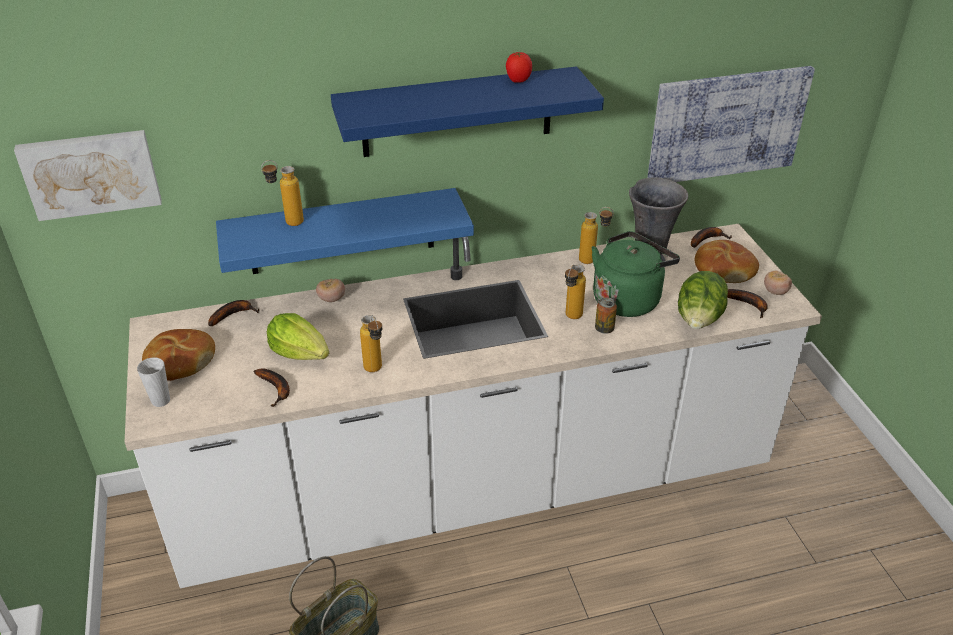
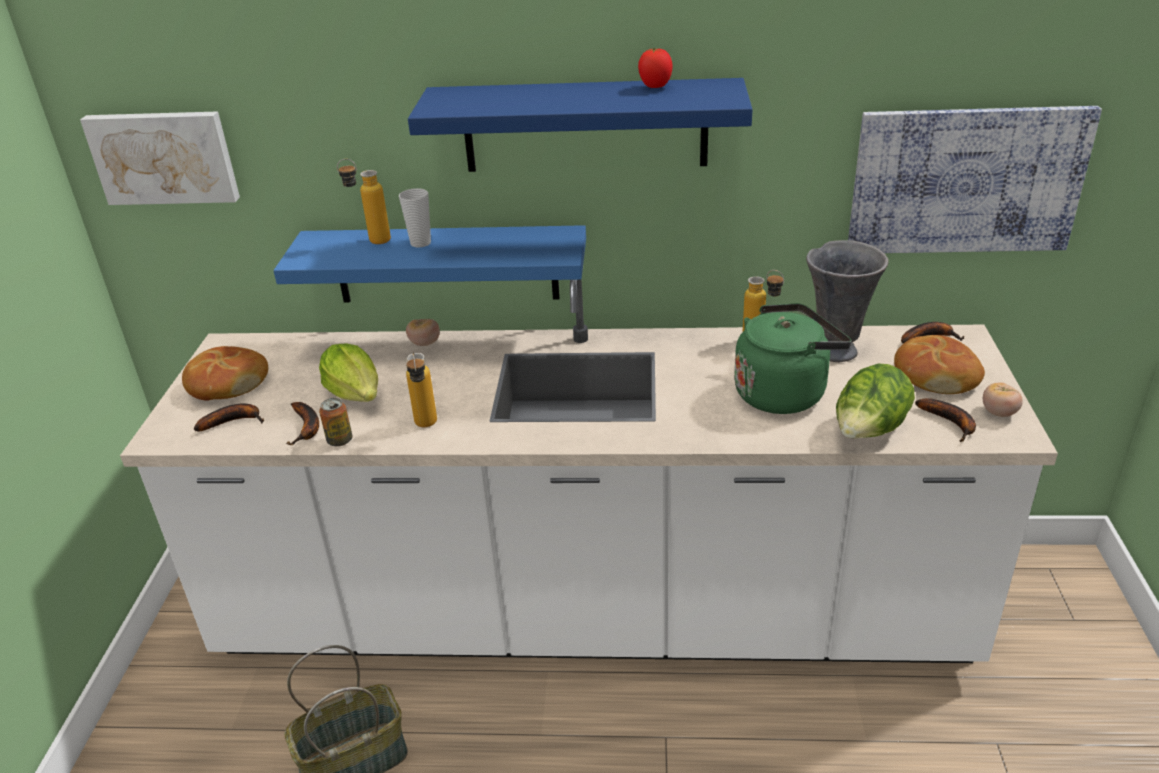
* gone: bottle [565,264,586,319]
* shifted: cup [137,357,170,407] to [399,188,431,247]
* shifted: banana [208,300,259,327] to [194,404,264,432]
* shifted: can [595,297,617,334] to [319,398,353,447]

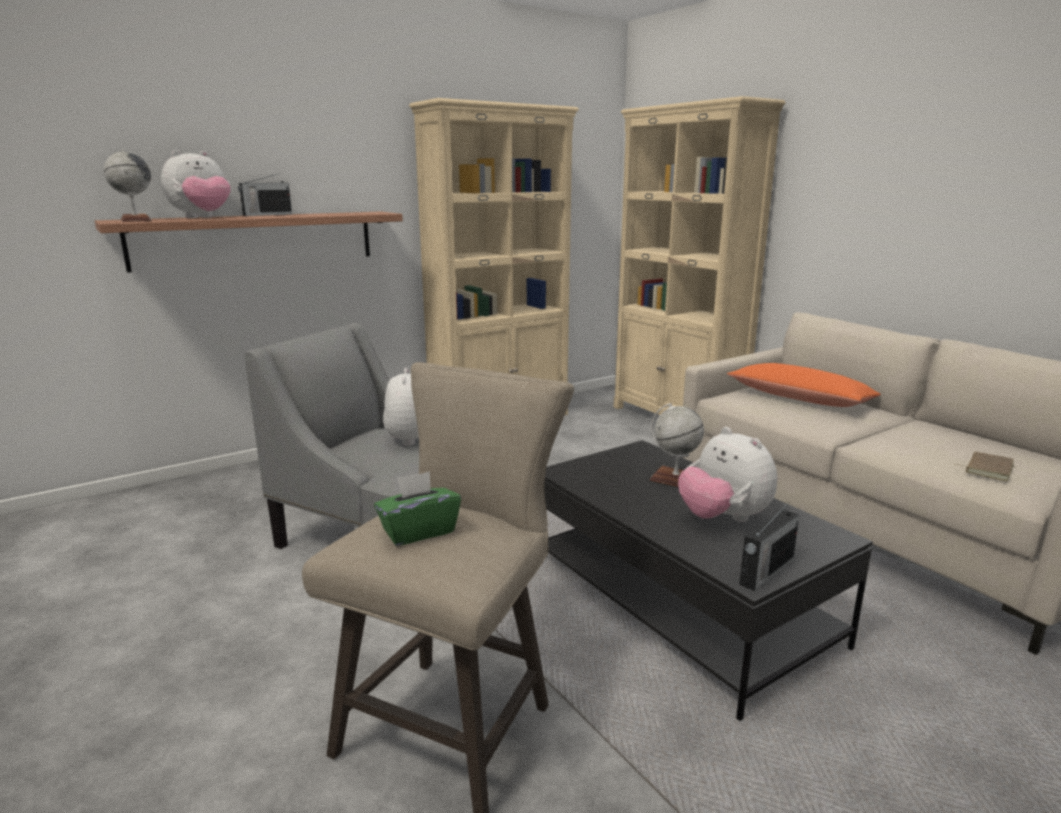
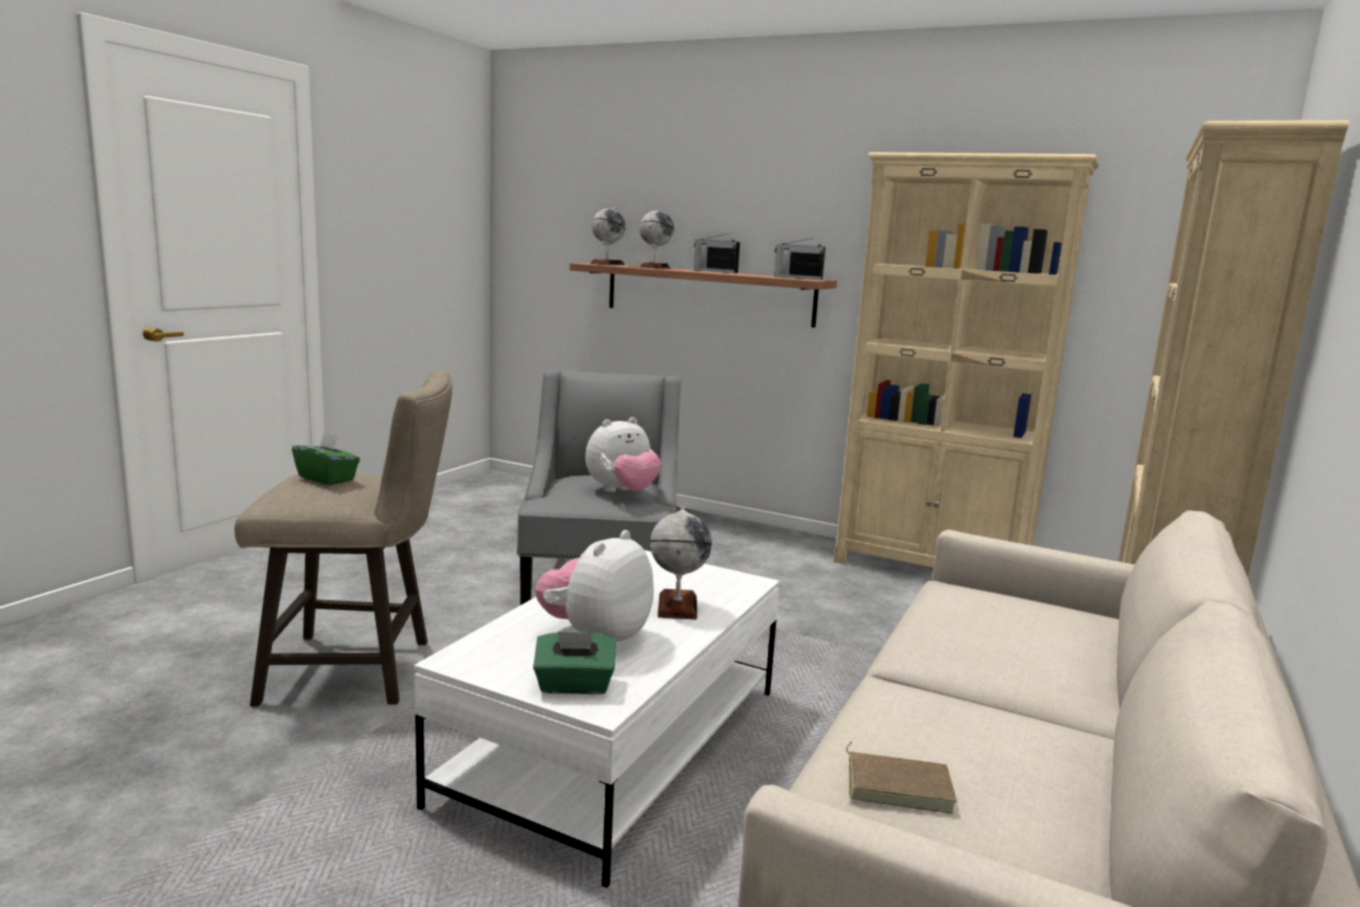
* gone: pillow in orange [727,363,881,407]
* new: tissue box in green [533,631,616,694]
* shifted: radio [739,502,799,592] to [774,237,825,280]
* swapped: plush toy [161,150,230,218] to globe [639,209,674,269]
* repainted: coffee table in black [544,440,873,721] to coffee table in white [414,550,780,888]

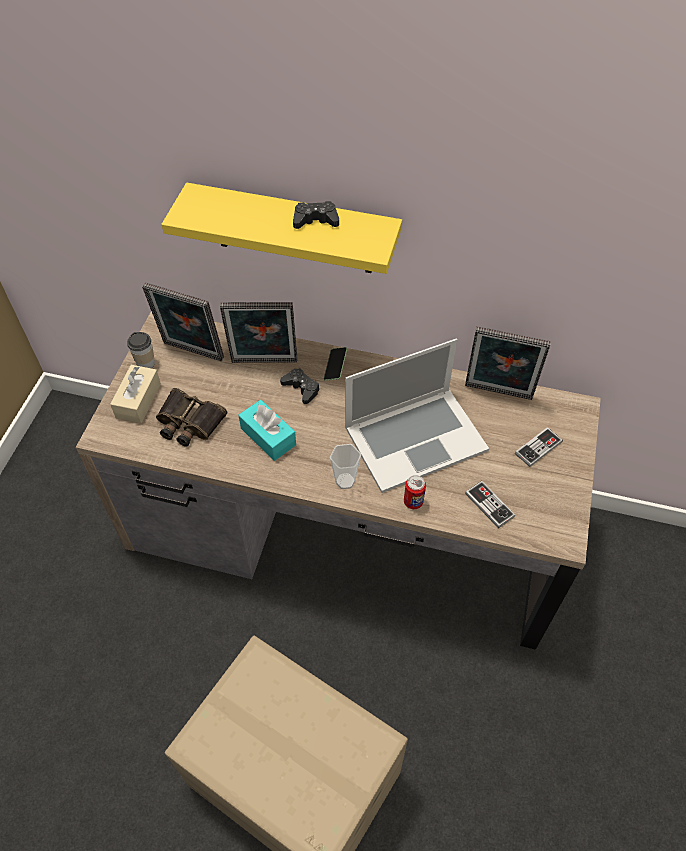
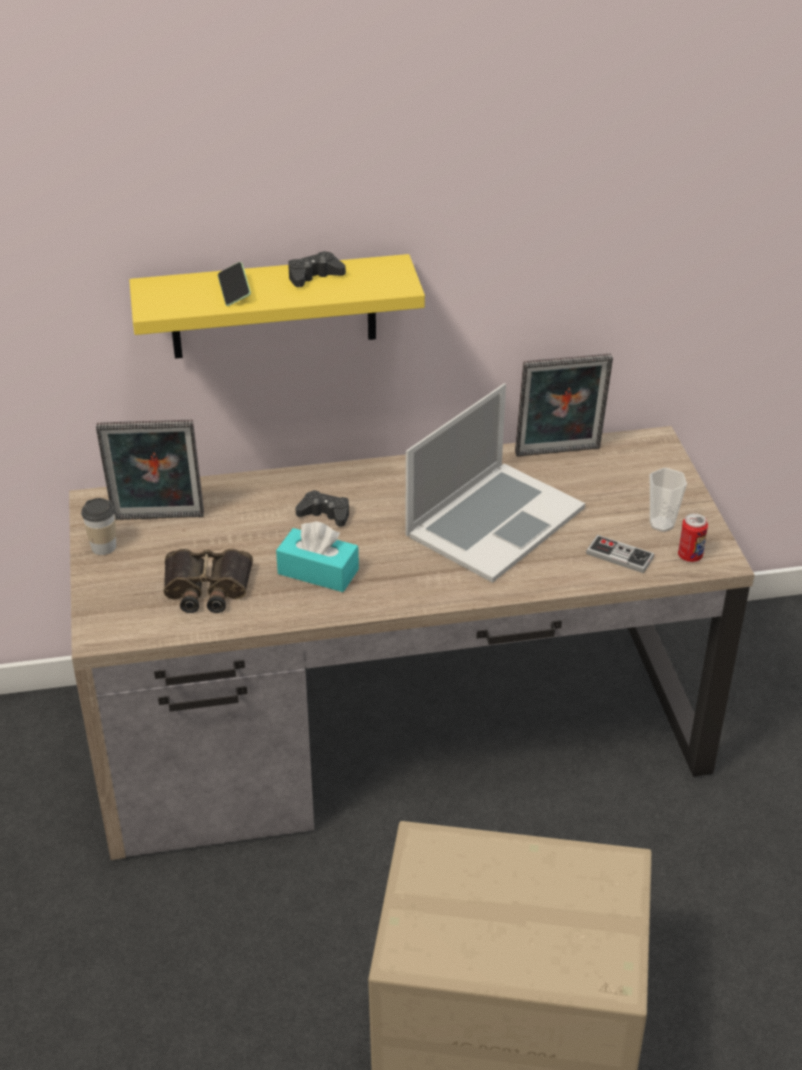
* gone: tissue box in beige [110,365,161,423]
* gone: picture frame [220,302,297,363]
* gone: game controller [515,427,563,467]
* shifted: phone [324,347,347,381] to [218,262,251,306]
* shifted: cup [330,444,361,489] to [650,468,687,532]
* shifted: can [404,475,426,509] to [678,513,708,562]

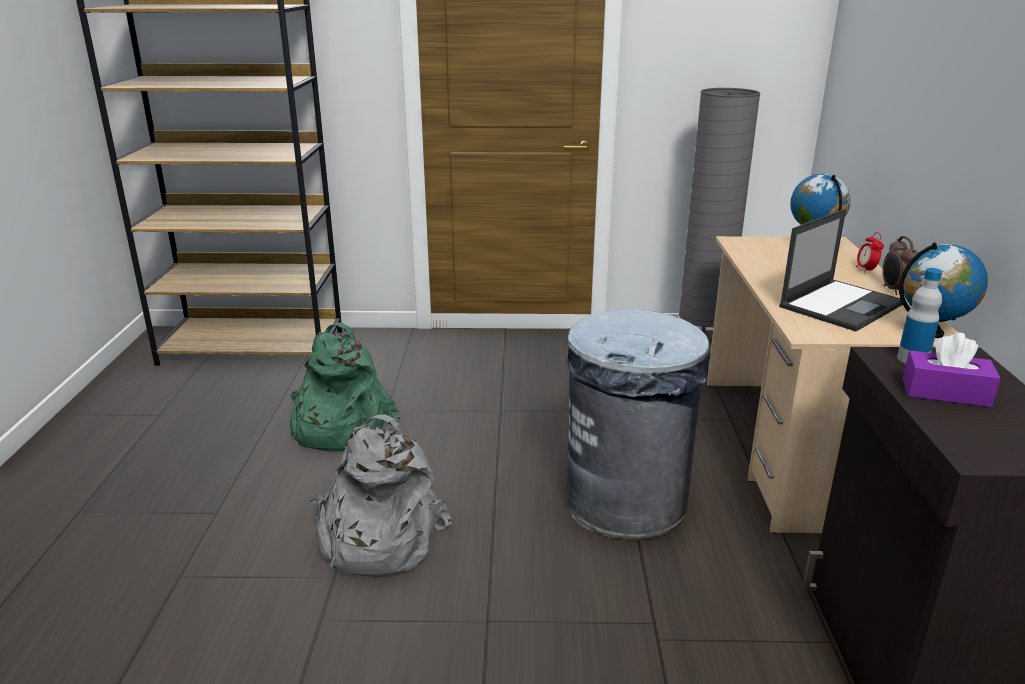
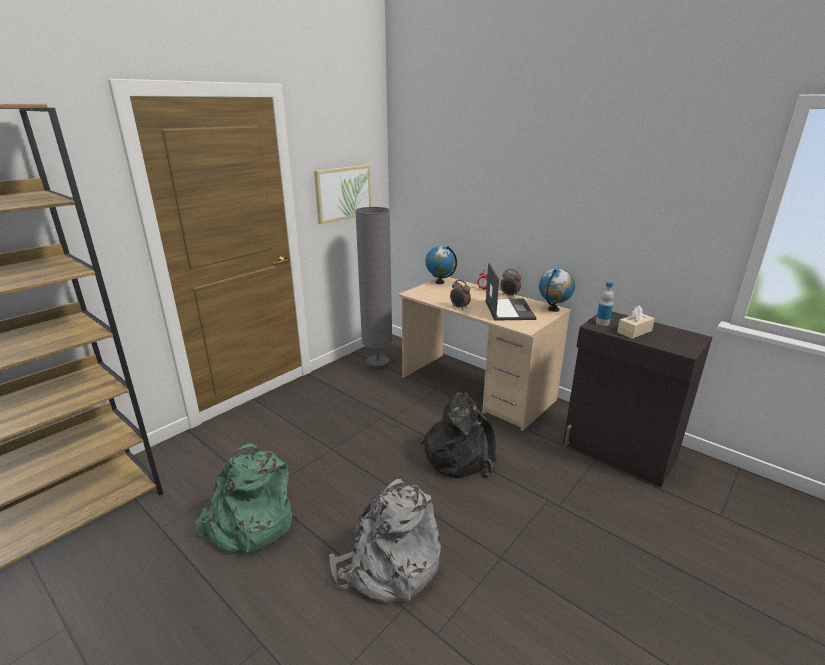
* new: picture [314,164,371,224]
* new: alarm clock [450,280,471,310]
* swapped: trash can in grey [567,310,711,540] to backpack in black [420,391,496,478]
* repainted: tissue box in purple [903,333,1001,407] to tissue box in beige [617,306,655,339]

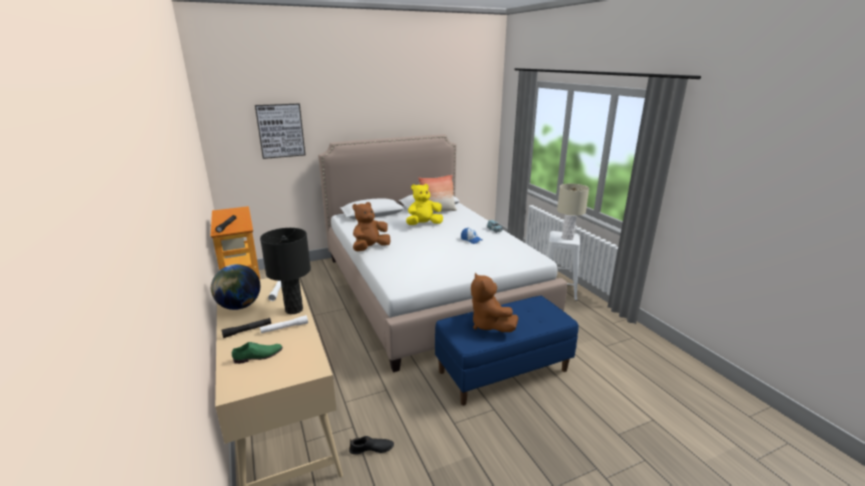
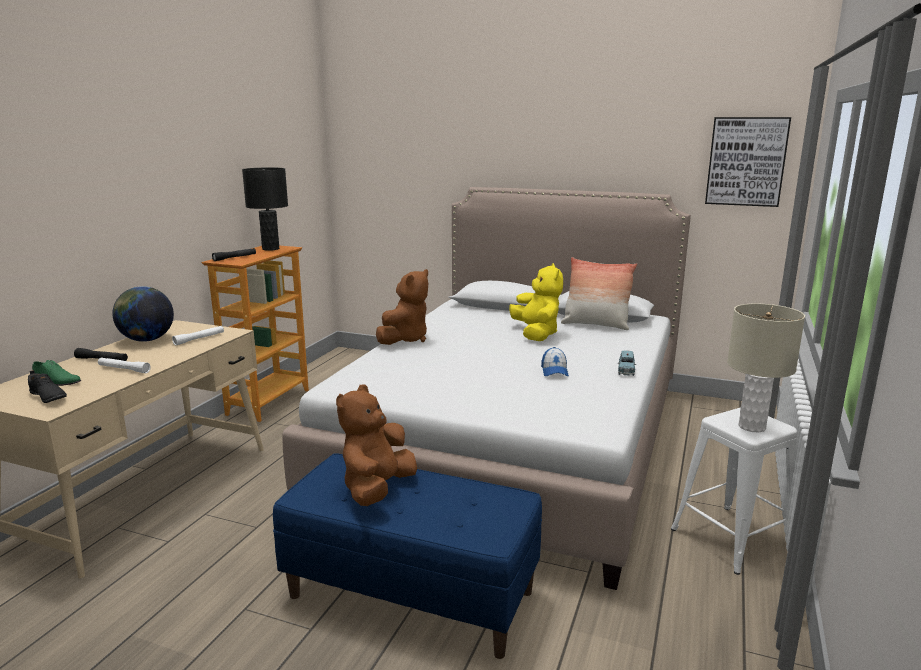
* shifted: picture [255,103,305,159] to [705,117,791,207]
* shifted: table lamp in black [260,228,311,314] to [242,167,288,251]
* shifted: shoe in black [349,436,394,454] to [28,370,67,403]
* rotated: plush toy in brown [353,202,390,252] = [376,269,428,345] 120 degrees clockwise
* rotated: plush toy in yellow [406,184,443,225] = [509,263,563,341] 60 degrees clockwise

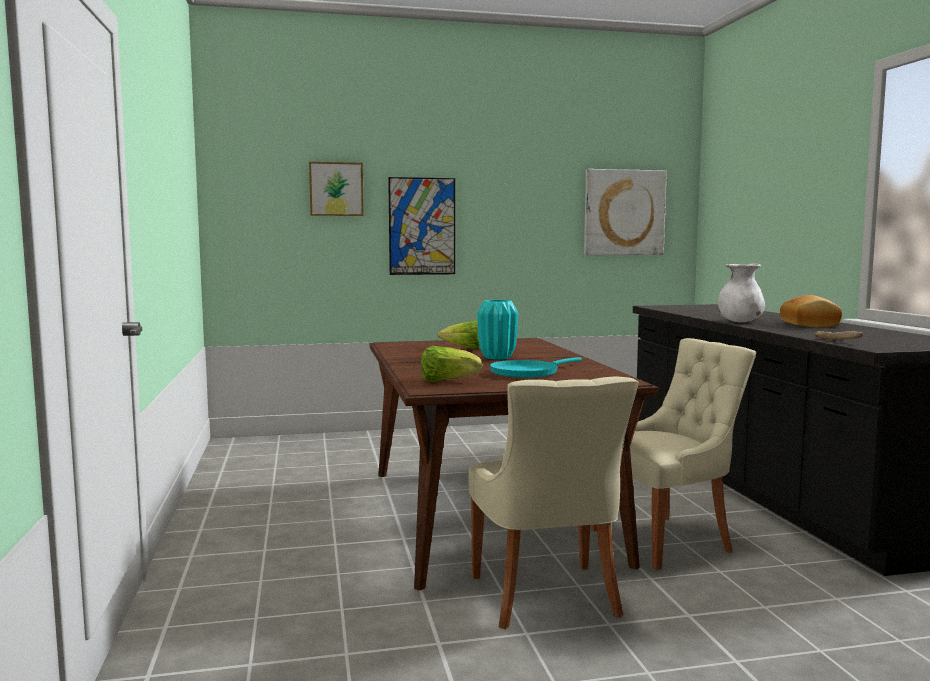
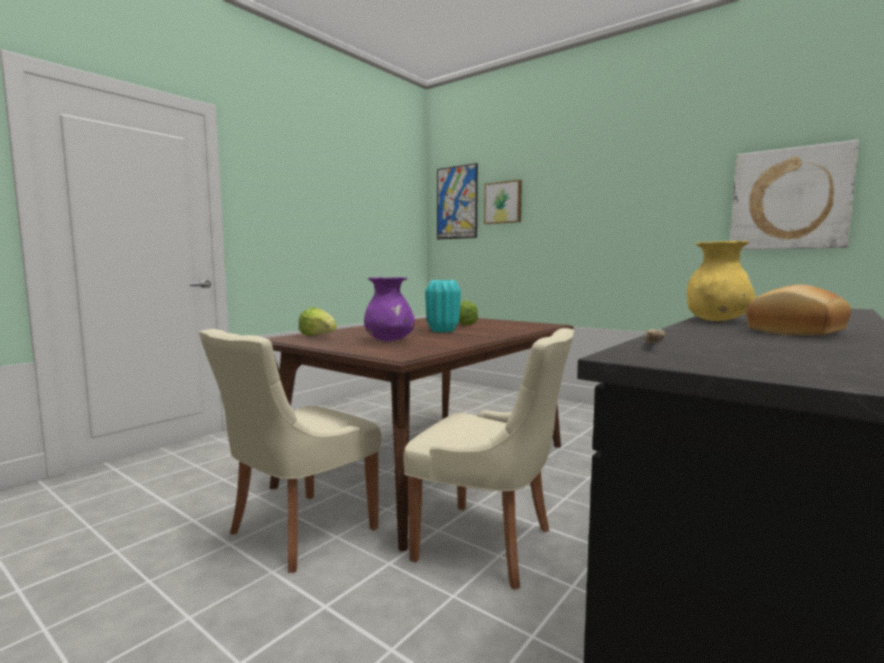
* shifted: picture [388,177,455,275] to [437,163,478,239]
* swapped: frying pan in turquoise [490,357,582,378] to vase in purple [364,277,415,341]
* repainted: vase in white [718,264,765,322] to vase in yellow [687,241,756,321]

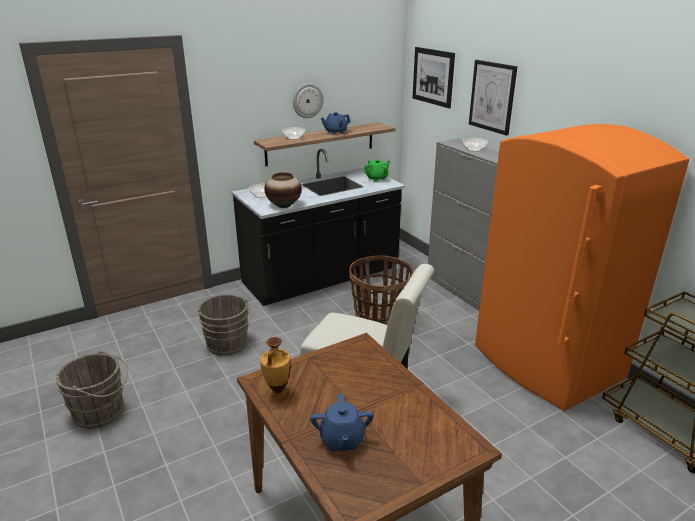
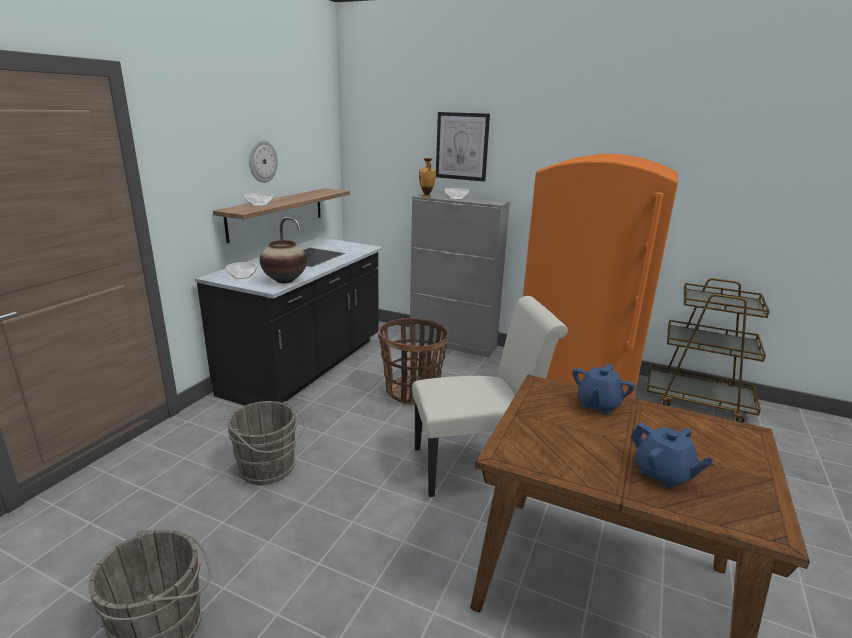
* gone: teapot in green [364,159,390,182]
* gone: picture [413,47,455,108]
* shifted: vase [260,337,291,398] to [419,158,436,197]
* shifted: teapot in blue [321,112,351,135] to [572,364,635,415]

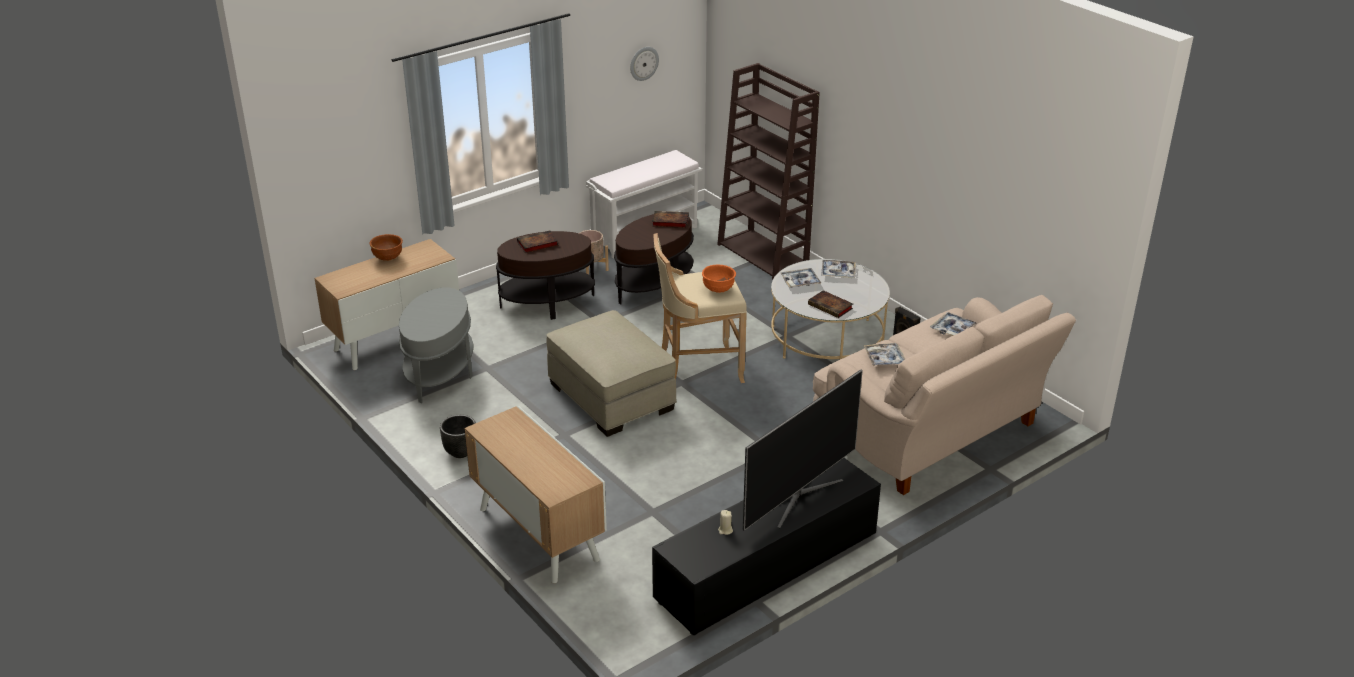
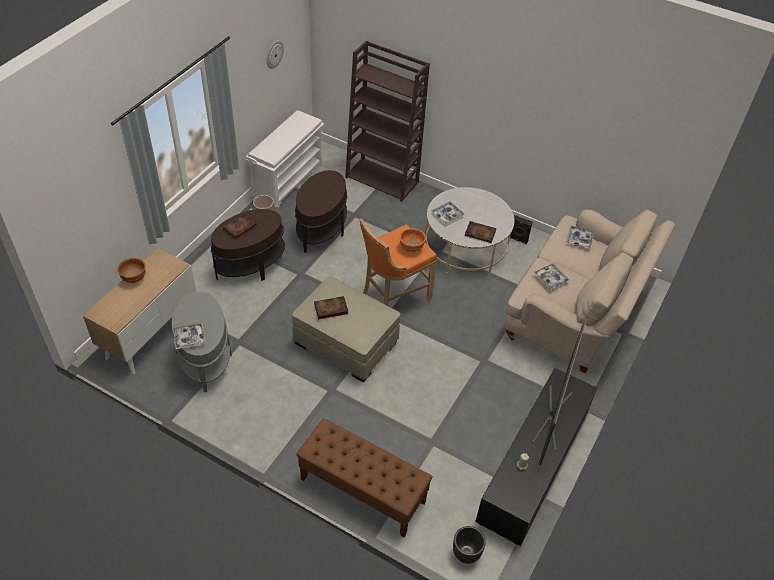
* shifted: planter in black [440,415,476,458] to [453,526,486,564]
* shifted: book [652,211,689,228] to [314,296,348,320]
* shifted: tray [821,260,856,278] to [173,323,206,349]
* swapped: cabinet [465,406,607,583] to bench in brown [296,418,433,538]
* repainted: stool in beige [654,233,747,383] to stool in orange [359,218,437,306]

